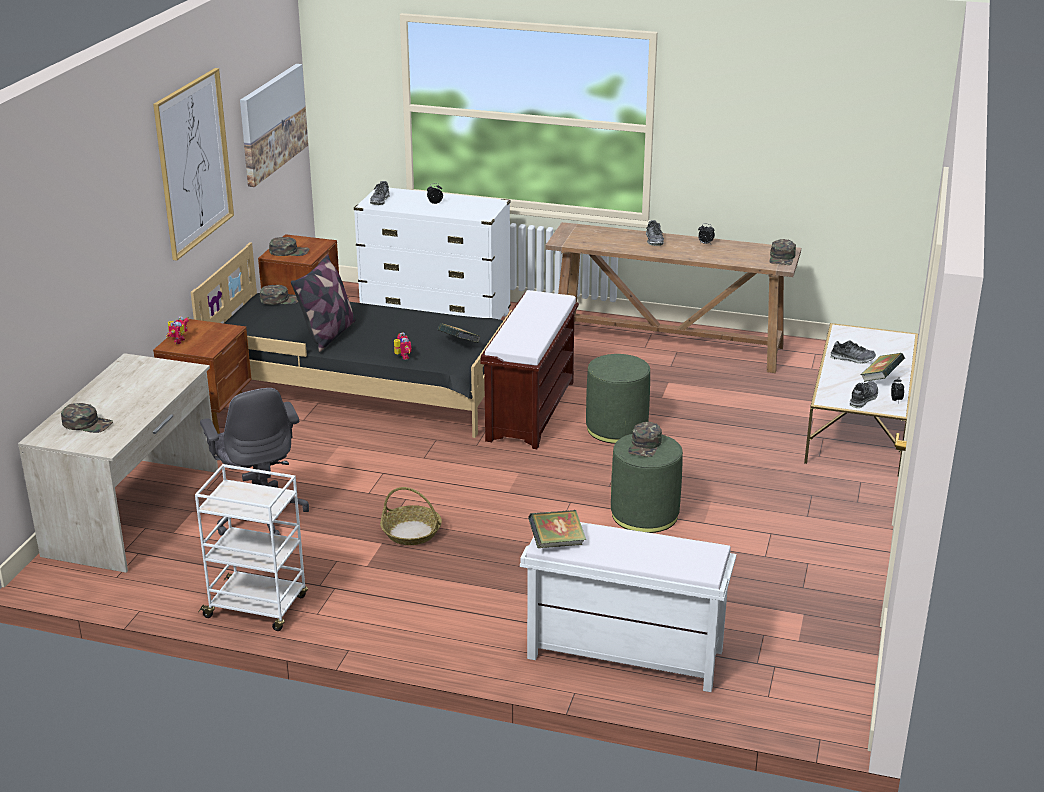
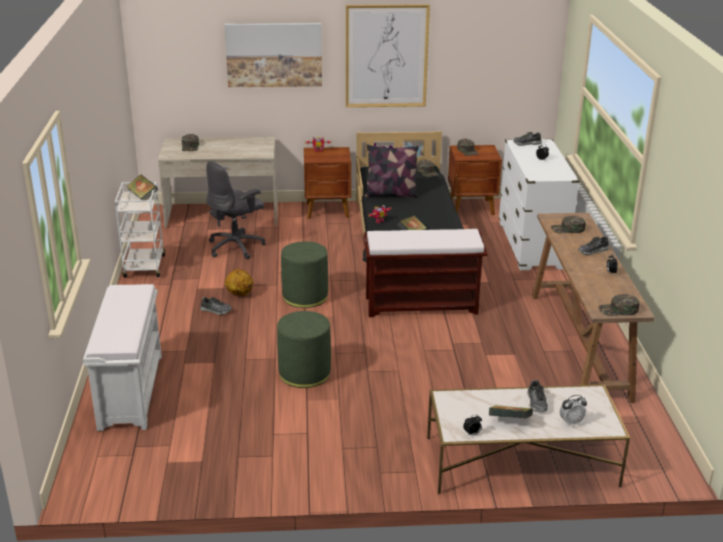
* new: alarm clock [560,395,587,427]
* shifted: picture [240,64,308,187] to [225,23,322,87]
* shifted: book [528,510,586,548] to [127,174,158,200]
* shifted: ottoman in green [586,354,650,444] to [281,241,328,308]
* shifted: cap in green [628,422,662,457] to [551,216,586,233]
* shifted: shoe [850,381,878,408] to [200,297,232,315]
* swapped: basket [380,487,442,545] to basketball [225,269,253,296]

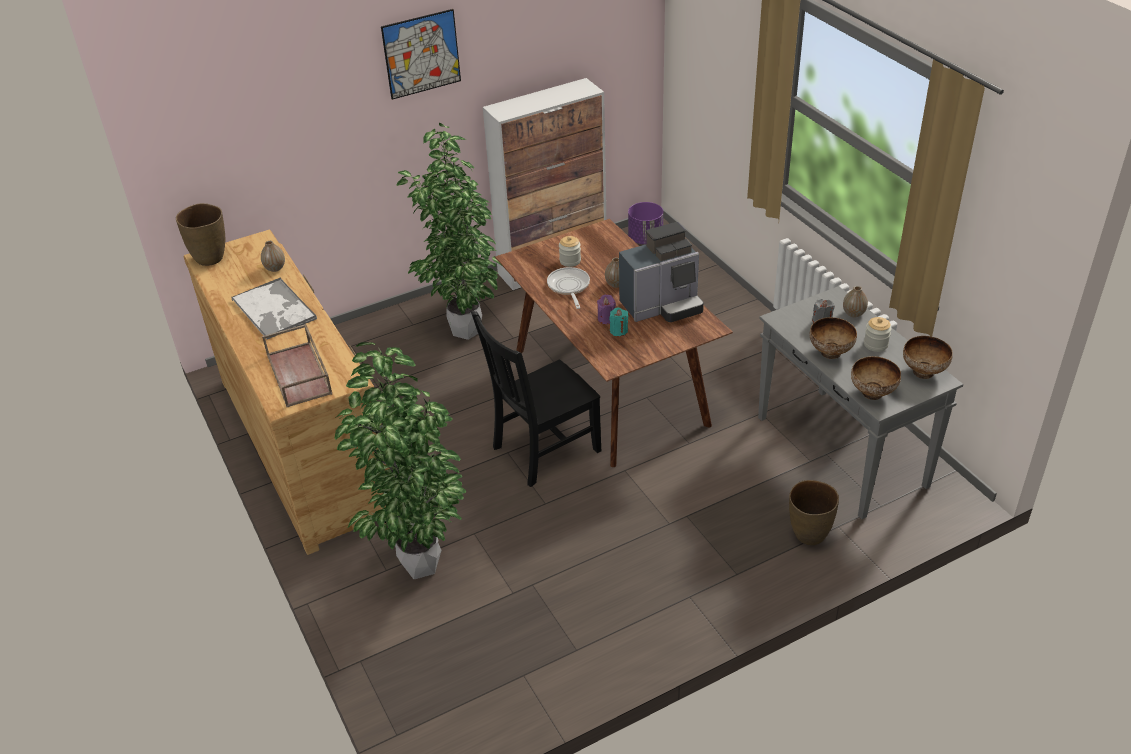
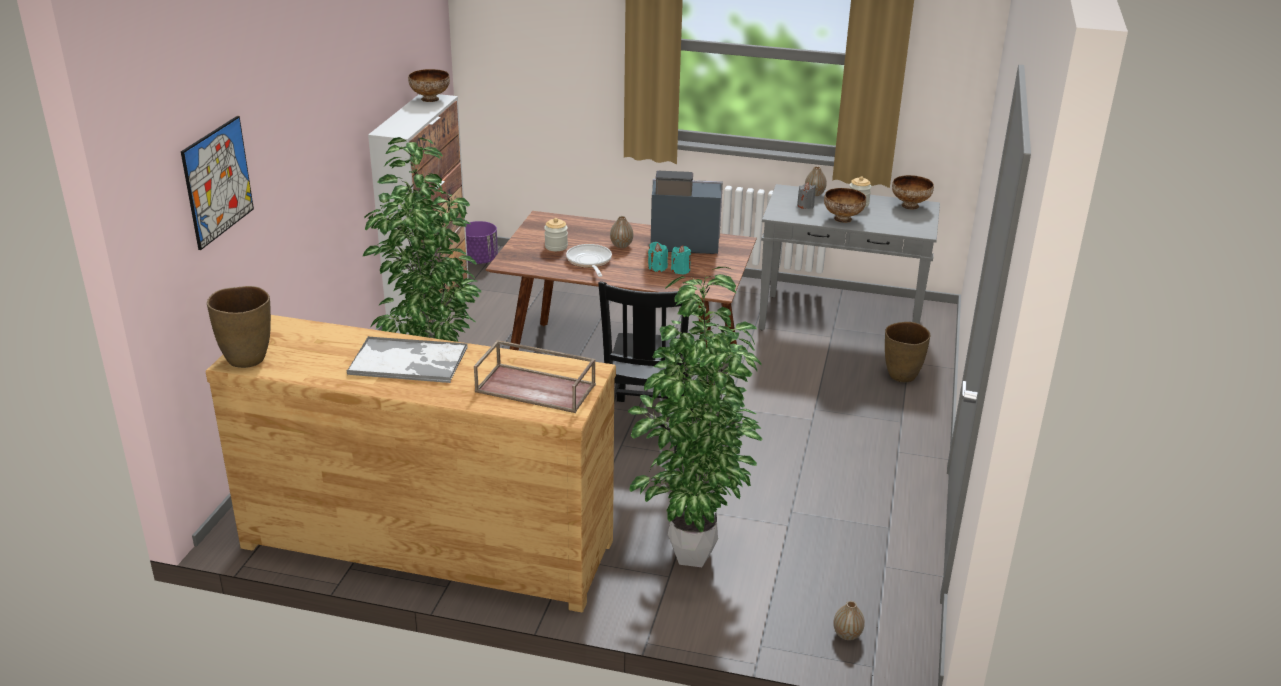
* shifted: vase [261,241,285,272] to [833,601,865,640]
* shifted: picture [381,9,461,100] to [181,116,254,250]
* shifted: bowl [851,356,901,400] to [408,69,450,102]
* repainted: candle in purple [597,294,616,324] to candle in turquoise [648,242,668,272]
* rotated: frying pan [547,267,590,309] = [566,244,612,277] 45 degrees clockwise
* rotated: coffee machine [619,222,704,322] = [651,171,723,254] 105 degrees counterclockwise

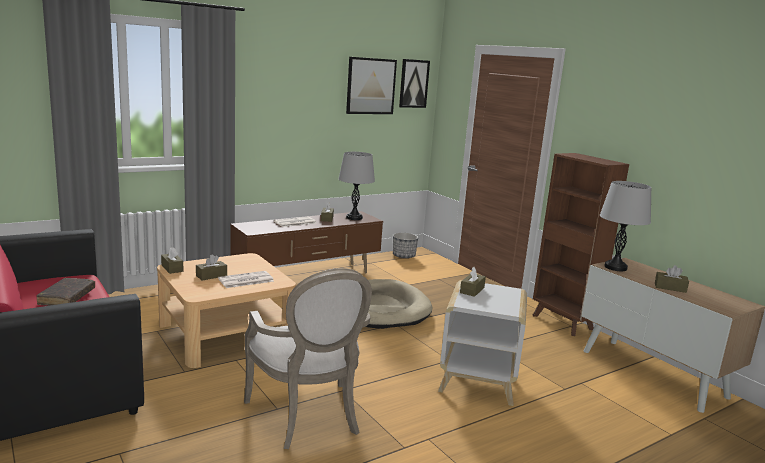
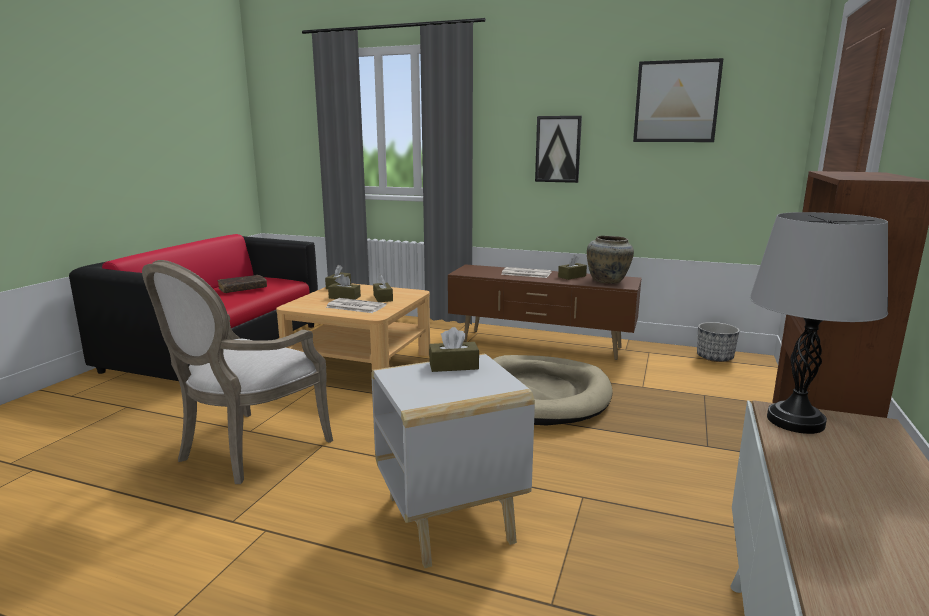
* shifted: picture [399,59,430,108] to [535,116,582,183]
* shifted: tissue box in brown [655,265,689,293] to [373,275,393,302]
* swapped: table lamp in grey [339,152,375,220] to vase in beige [587,236,634,284]

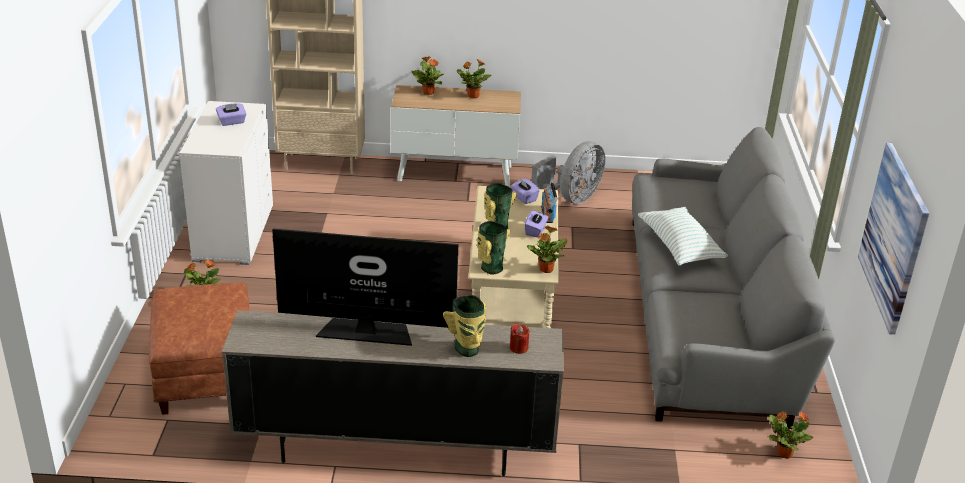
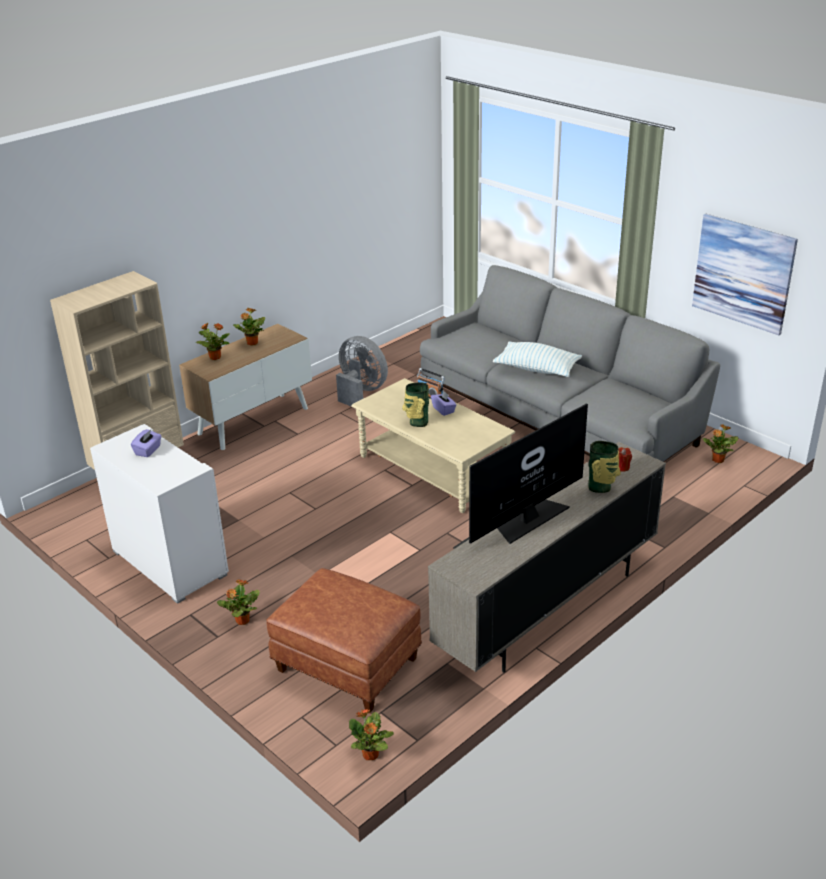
* gone: vase [477,221,510,275]
* gone: tissue box in purple [511,178,540,204]
* shifted: potted plant [527,226,567,273] to [349,709,394,760]
* rotated: fan in grey [531,141,606,204] = [336,336,388,406] 45 degrees counterclockwise

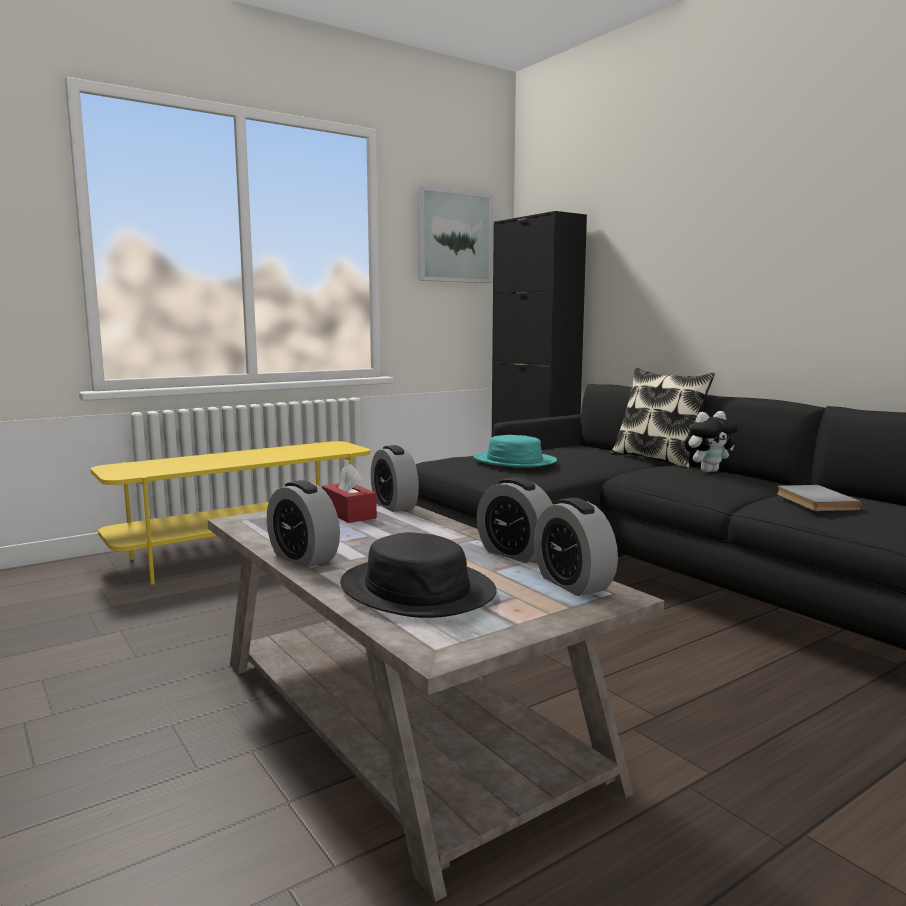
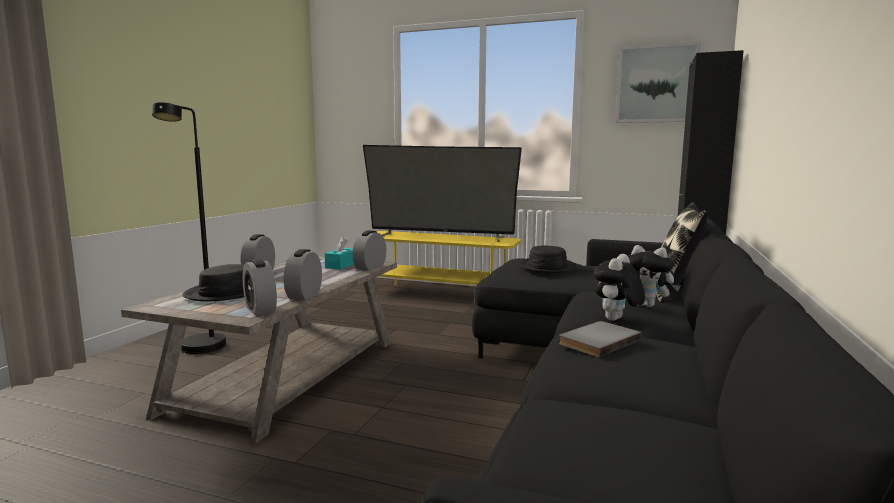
* new: floor lamp in black [152,102,226,354]
* new: television [363,145,522,242]
* new: plush toy [594,254,645,321]
* repainted: tissue box in red [322,464,377,523] to tissue box in turquoise [324,237,354,270]
* repainted: hat in turquoise [473,435,557,468] to hat in black [519,246,577,273]
* rotated: alarm clock [534,498,618,596] = [243,259,277,315] 60 degrees counterclockwise

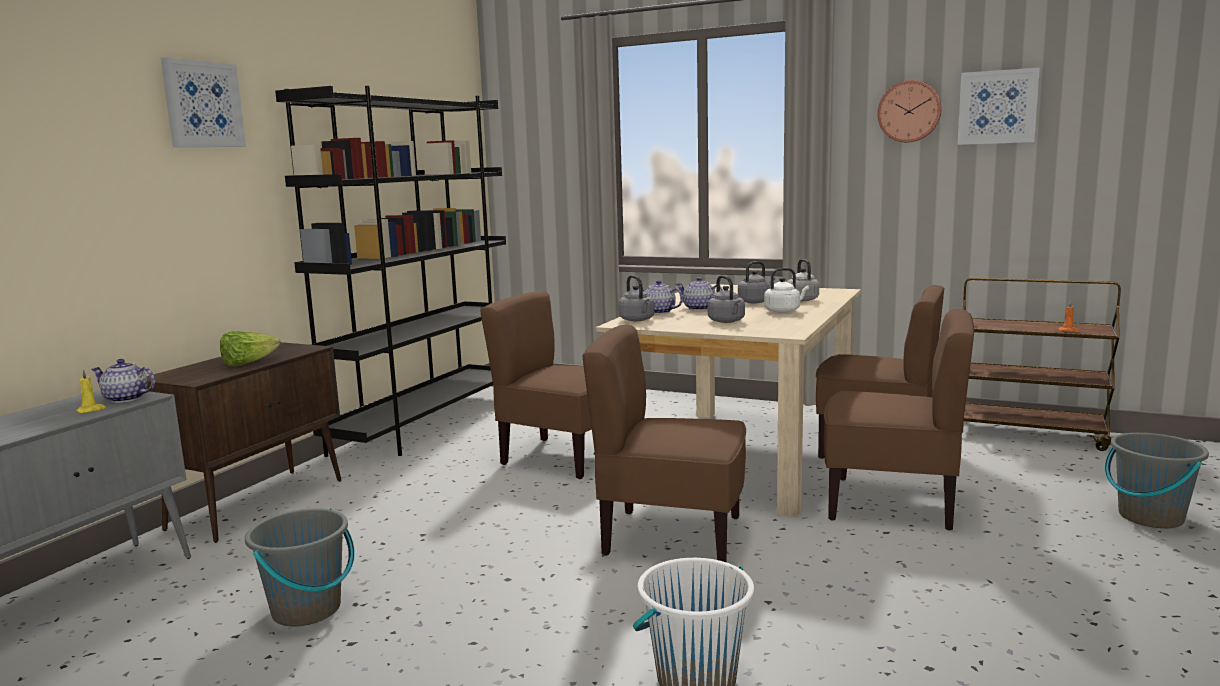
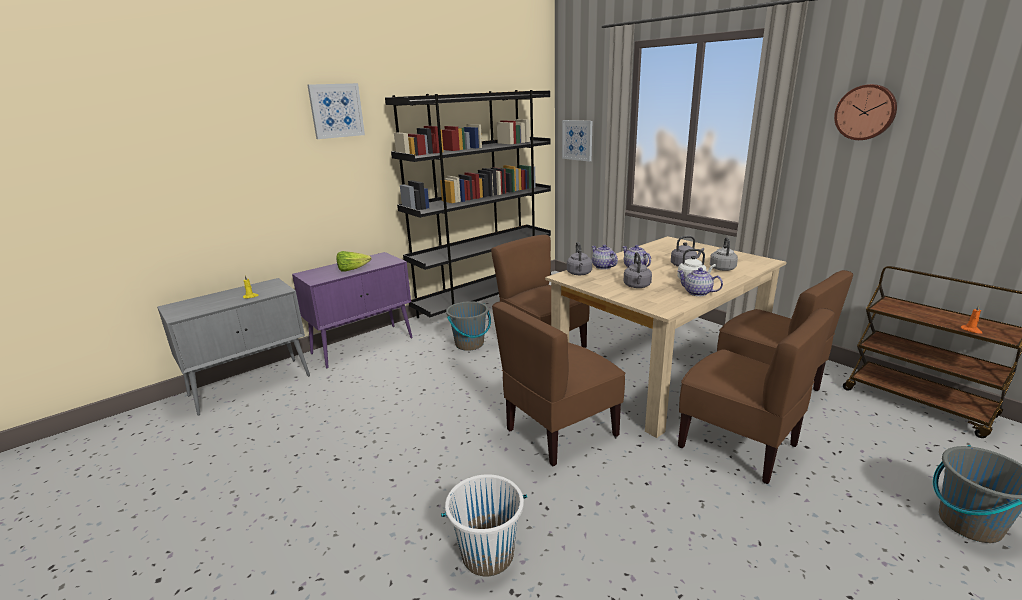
* shifted: teapot [91,359,155,403] to [677,268,723,296]
* shifted: bucket in grey [245,508,355,626] to [446,301,491,351]
* shifted: picture [957,68,1040,145] to [562,120,592,162]
* repainted: cabinet in brown [147,342,341,543] to cabinet in purple [292,252,413,369]
* rotated: chair in brown [583,325,746,562] = [492,302,625,466] 75 degrees counterclockwise

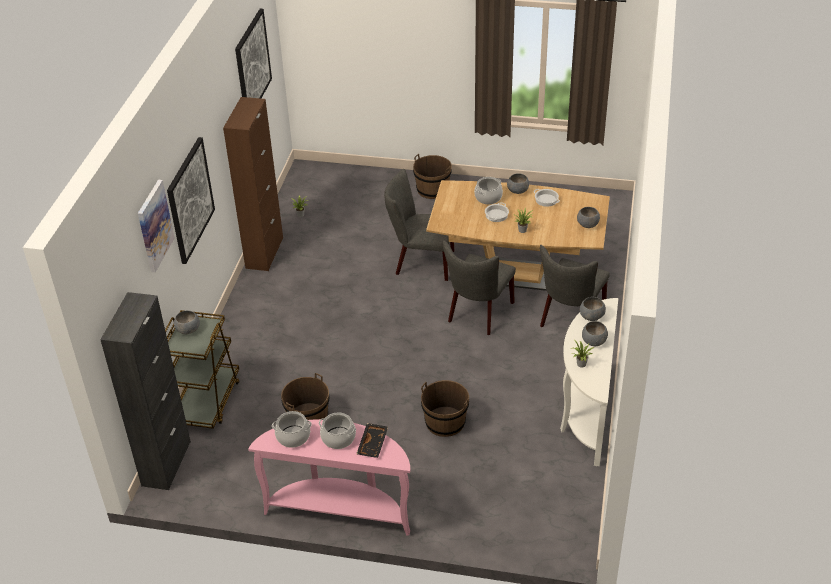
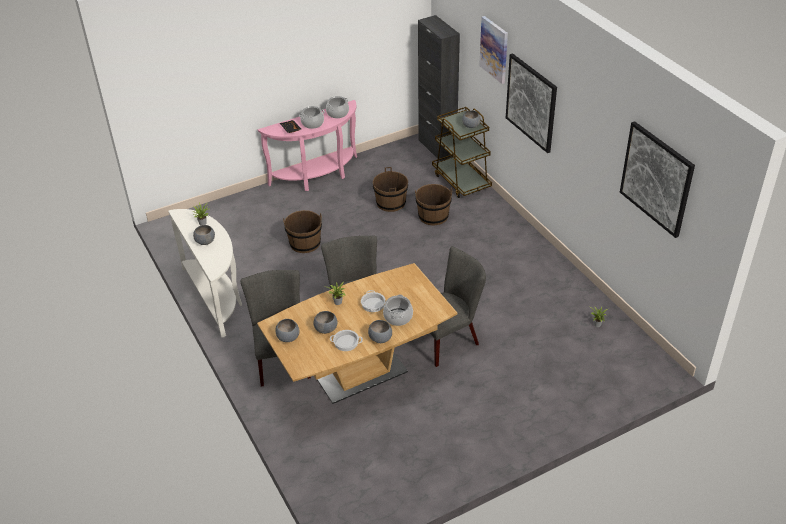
* gone: cabinet in brown [223,97,283,271]
* shifted: bucket in brown [413,154,452,199] to [415,184,452,225]
* shifted: bowl in grey [580,297,606,321] to [313,311,337,334]

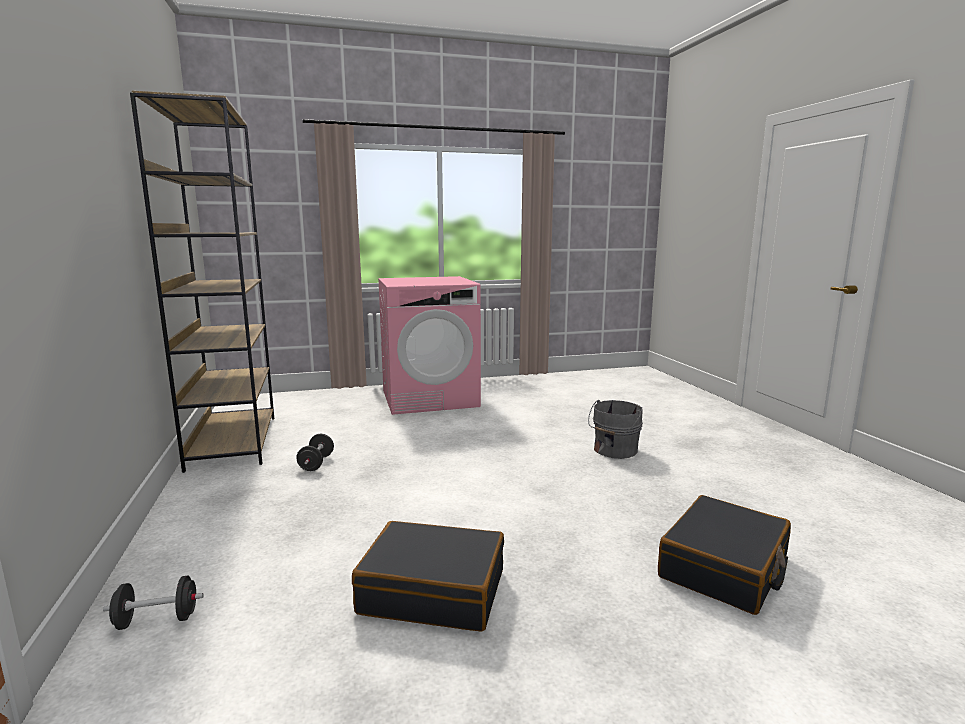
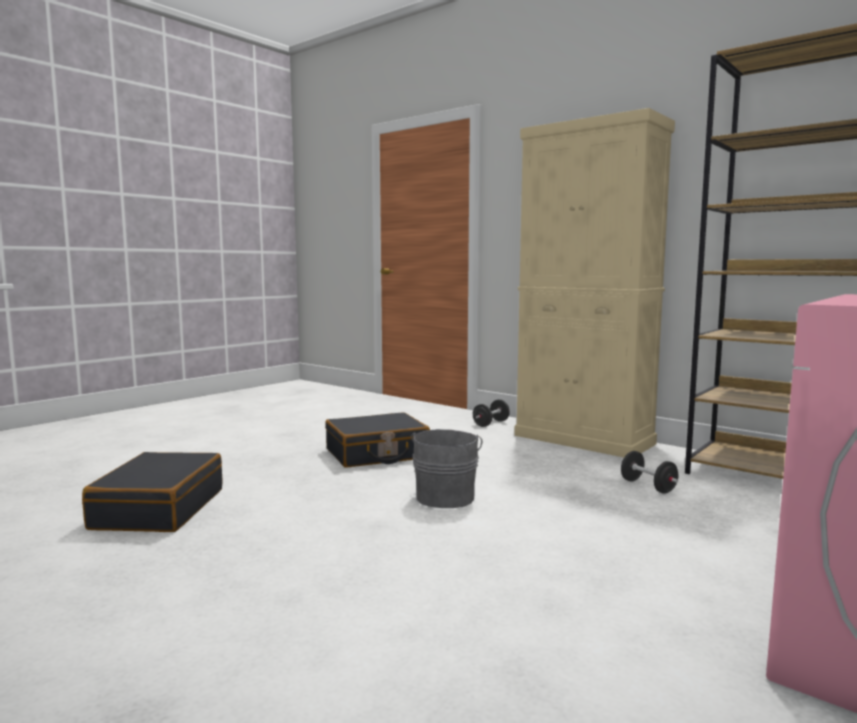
* new: cabinet in beige [514,108,675,457]
* shifted: bucket in grey [588,400,643,459] to [411,429,482,508]

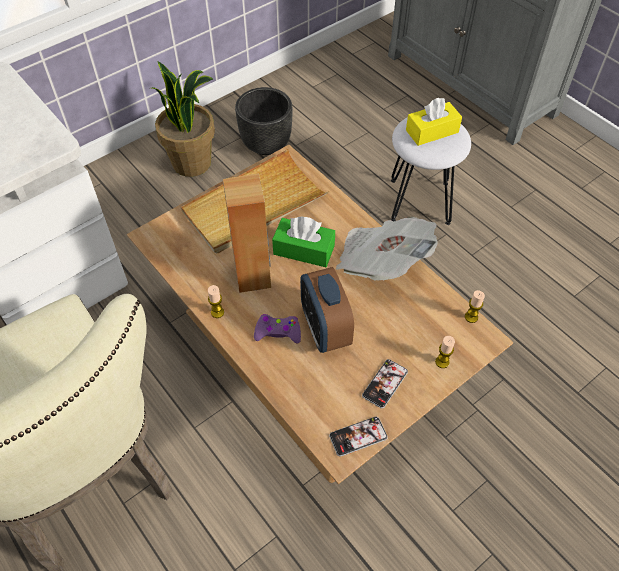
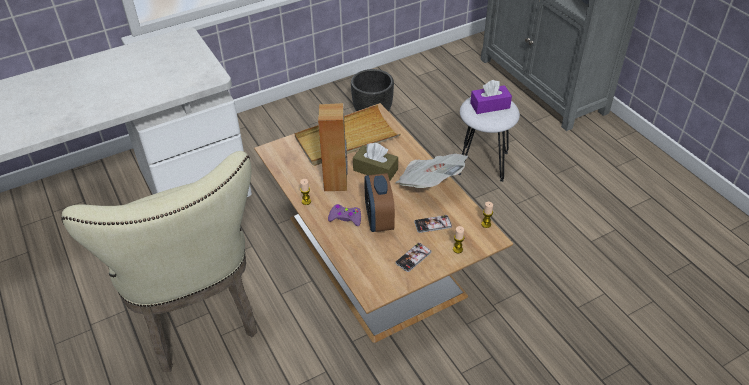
* gone: potted plant [152,61,215,177]
* shifted: phone [329,417,388,457] to [414,215,452,233]
* repainted: tissue box in green [272,216,335,267] to tissue box in brown [353,143,398,180]
* repainted: tissue box in yellow [406,97,462,146] to tissue box in purple [470,80,512,114]

